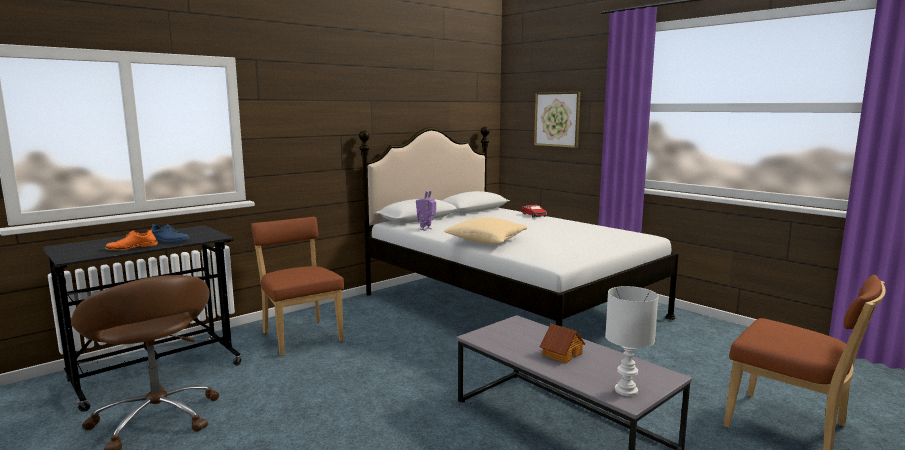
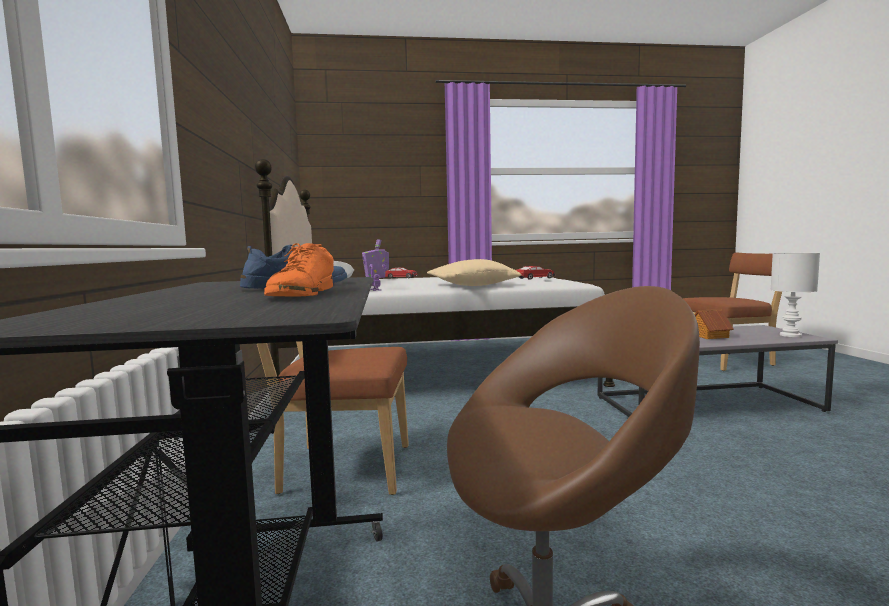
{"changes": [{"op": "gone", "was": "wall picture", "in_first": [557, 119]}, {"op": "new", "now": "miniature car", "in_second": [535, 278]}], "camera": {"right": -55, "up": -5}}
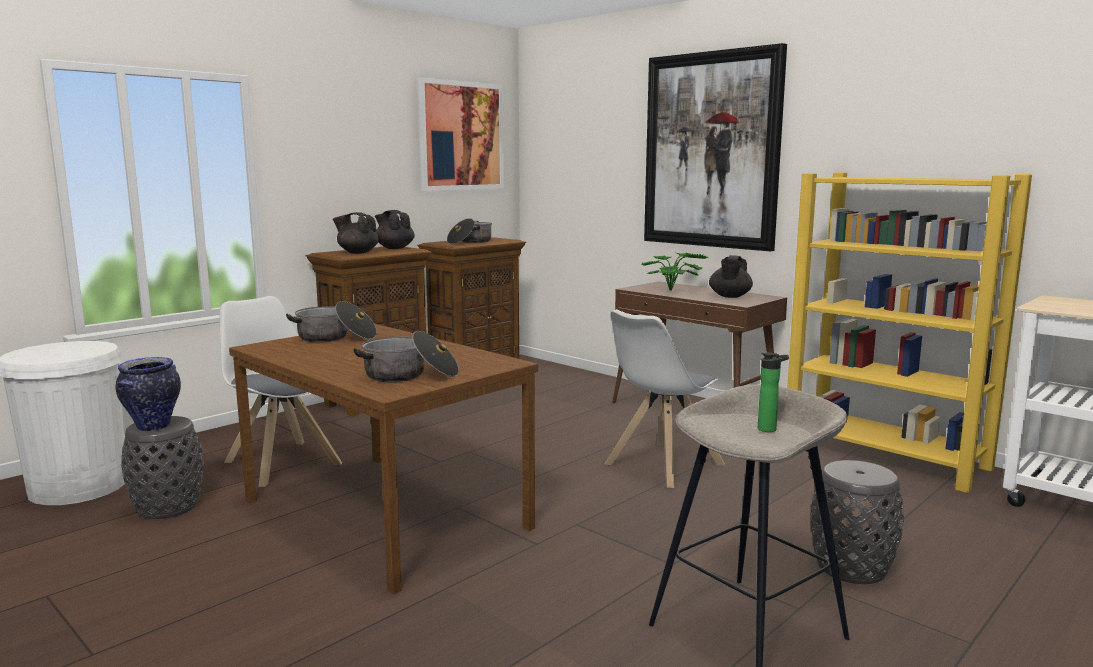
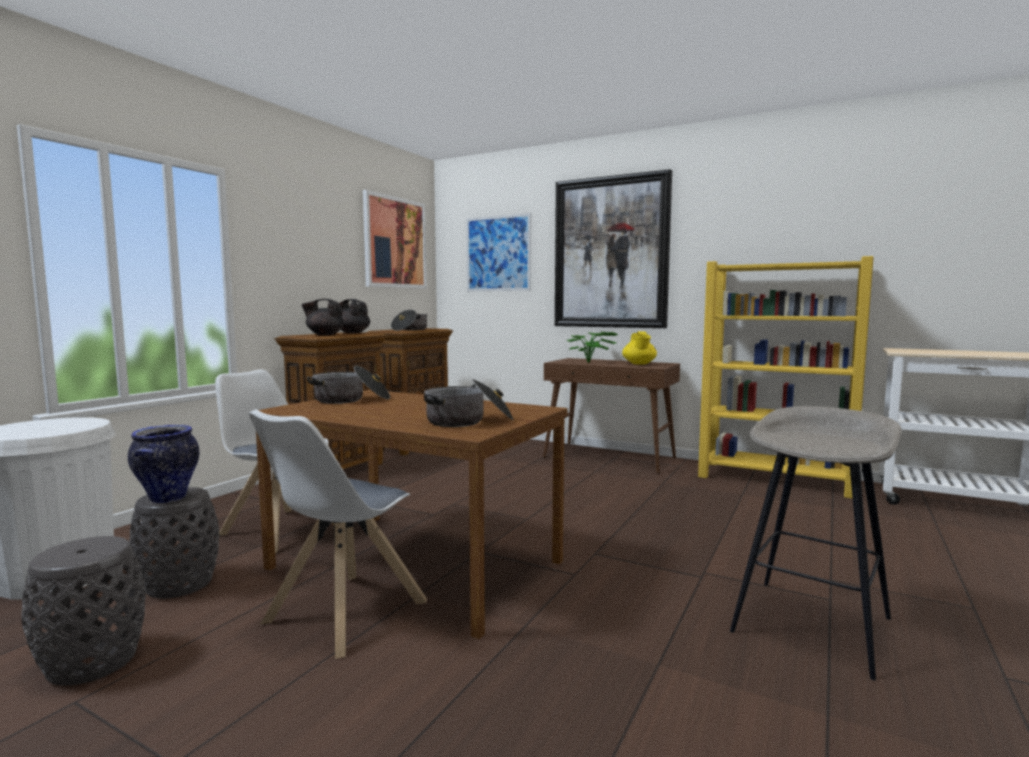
{"changes": [{"op": "gone", "was": "bottle", "in_first": [770, 429]}, {"op": "new", "now": "wall picture", "in_second": [498, 253]}, {"op": "shifted", "was": "plain chair", "in_first": [661, 465], "in_second": [342, 614]}, {"op": "shifted", "was": "gray sitting stool", "in_first": [851, 567], "in_second": [92, 662]}, {"op": "repainted", "was": "blackish teapot", "now": "yellow-coloured teapot", "in_first": [729, 296], "in_second": [639, 364]}], "camera": {"right": -15, "up": -5}}
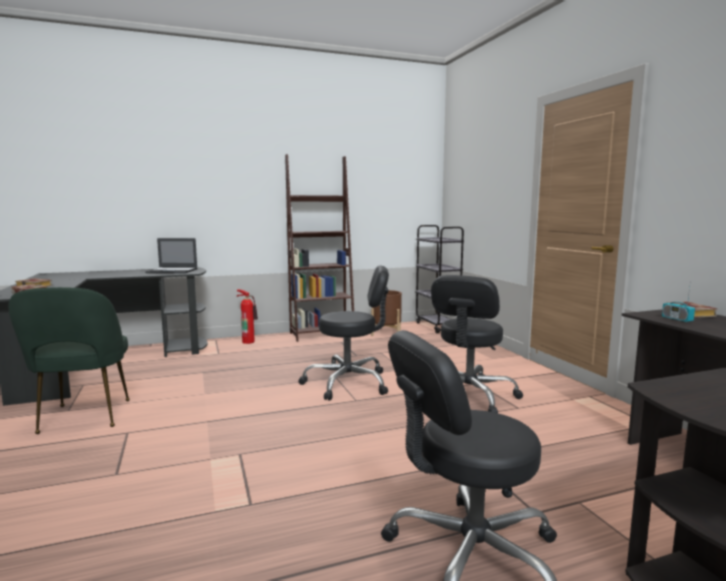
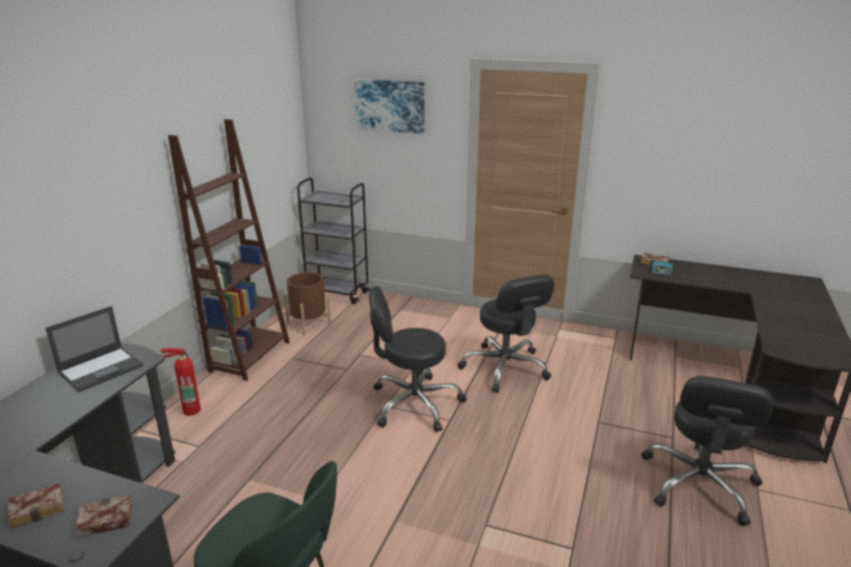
{"changes": [{"op": "new", "now": "wall picture", "in_second": [390, 105]}, {"op": "rotated", "was": "blackish desk chair", "in_first": [351, 383], "in_second": [410, 404], "clockwise": -135}], "camera": {"right": -50, "up": 15}}
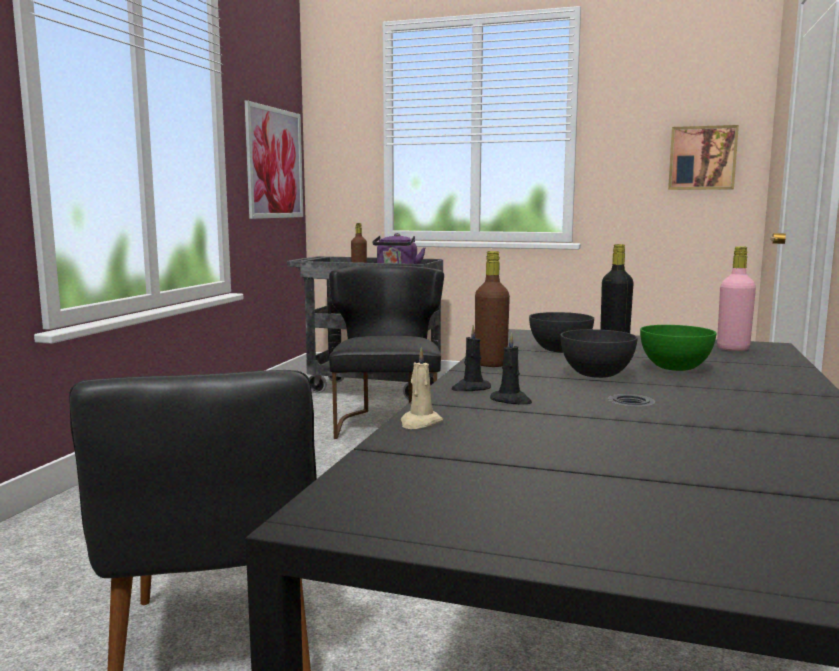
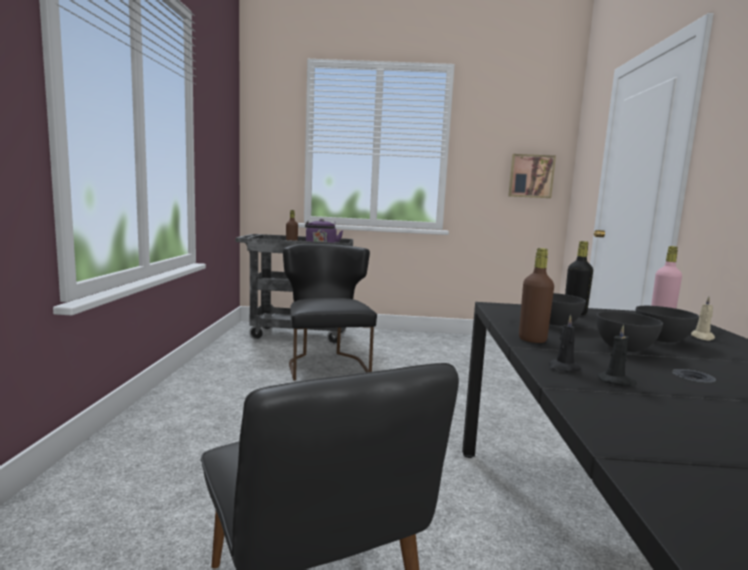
{"changes": [{"op": "gone", "was": "wall picture", "in_first": [274, 163]}, {"op": "shifted", "was": "beige-coloured candle", "in_first": [420, 423], "in_second": [702, 337]}, {"op": "repainted", "was": "greenish bowl", "now": "gray bowl", "in_first": [675, 368], "in_second": [661, 339]}], "camera": {"right": -15, "up": 0}}
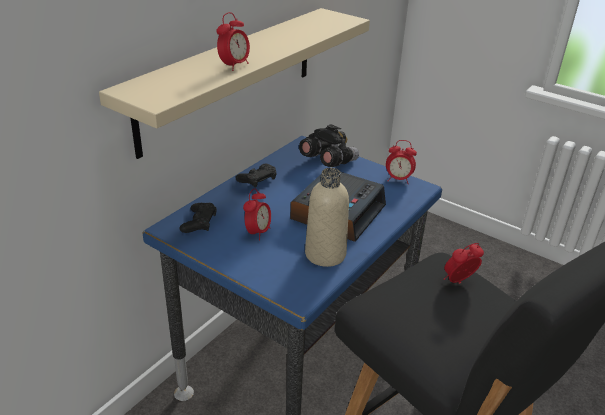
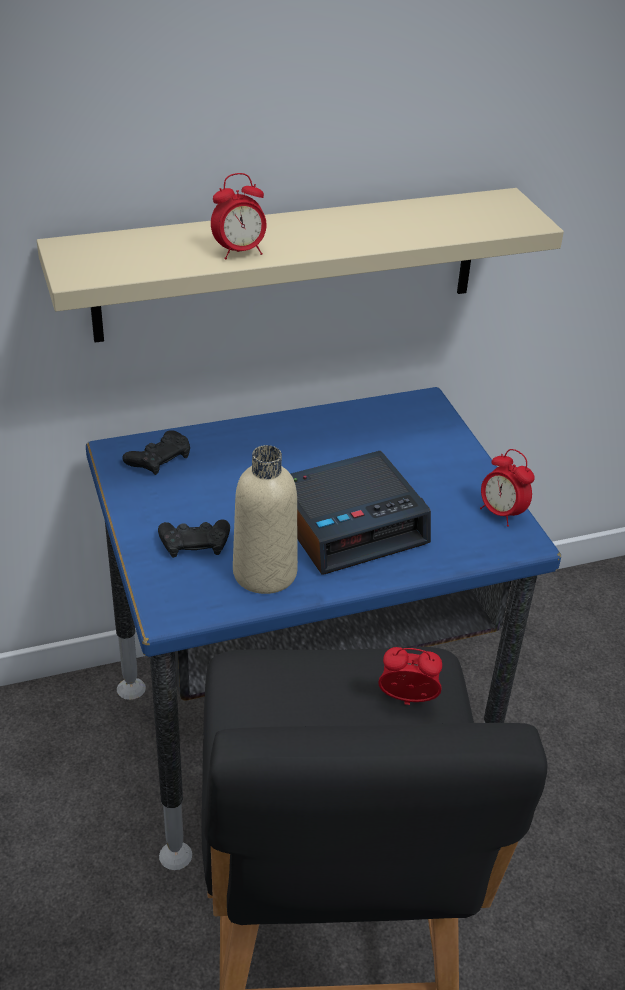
{"changes": [{"op": "gone", "was": "bedside clock", "in_first": [258, 232]}, {"op": "gone", "was": "blackish pair of binoculars", "in_first": [328, 161]}, {"op": "shifted", "was": "blackish joypad", "in_first": [257, 179], "in_second": [195, 543]}], "camera": {"right": 35, "up": 5}}
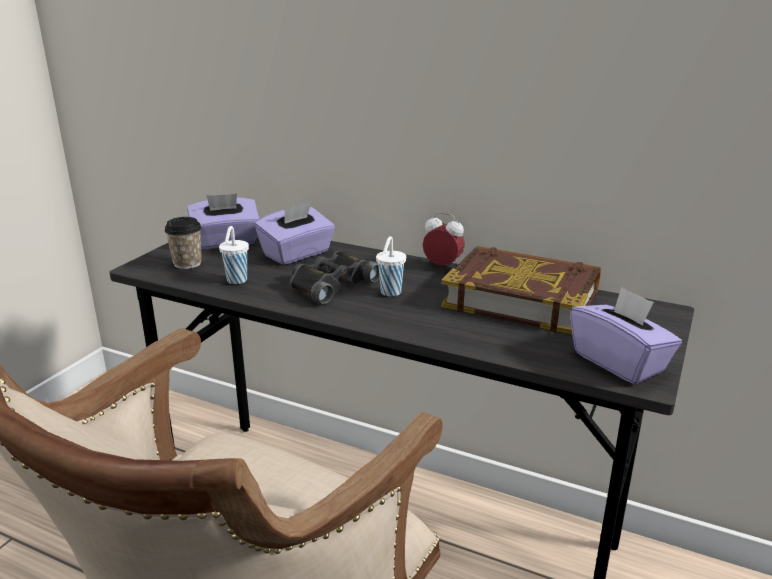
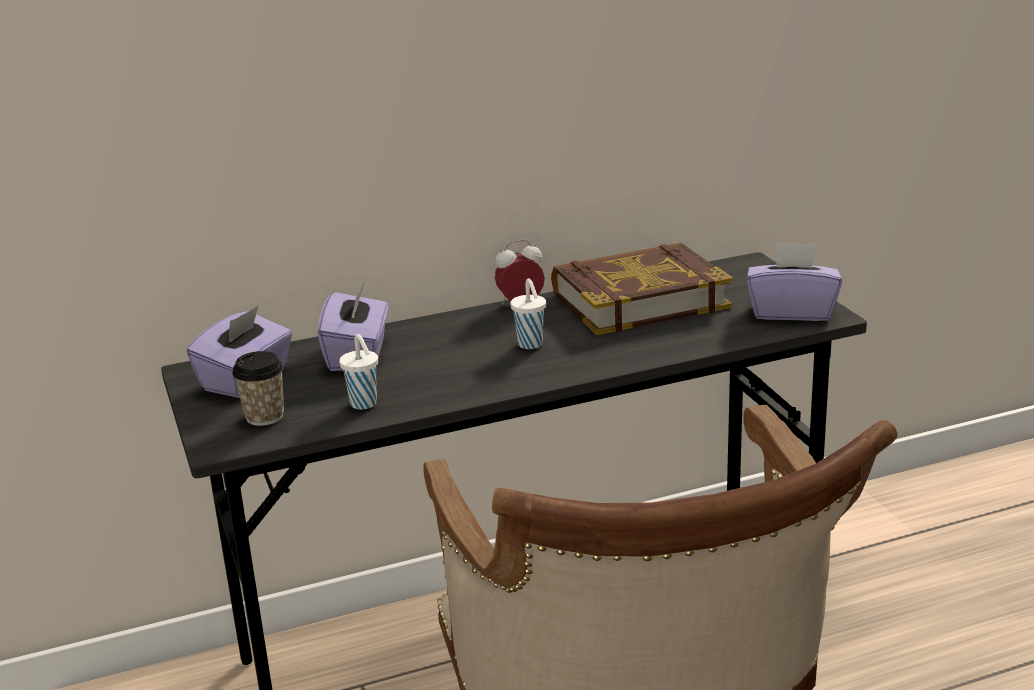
{"changes": [{"op": "gone", "was": "blackish pair of binoculars", "in_first": [331, 284]}], "camera": {"right": -45, "up": 0}}
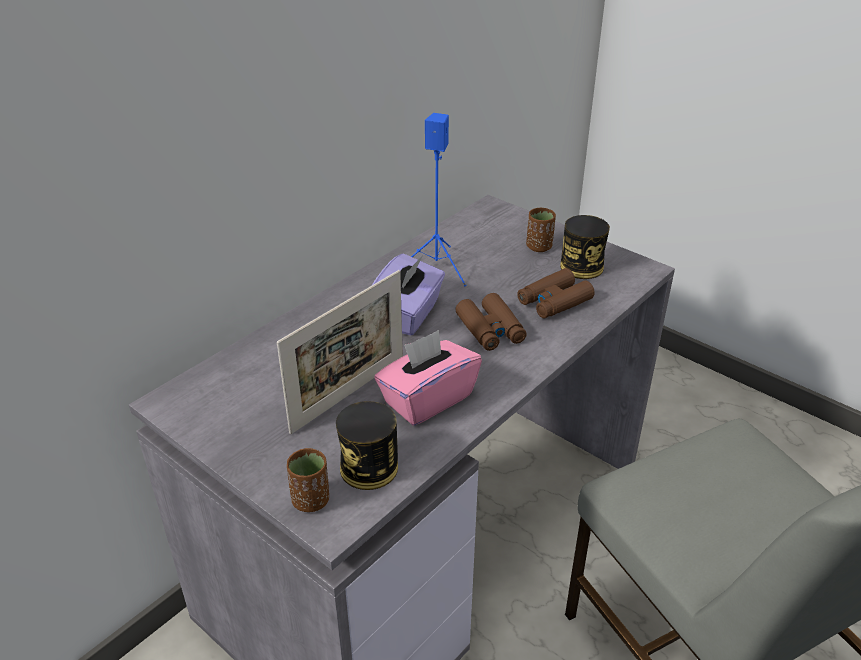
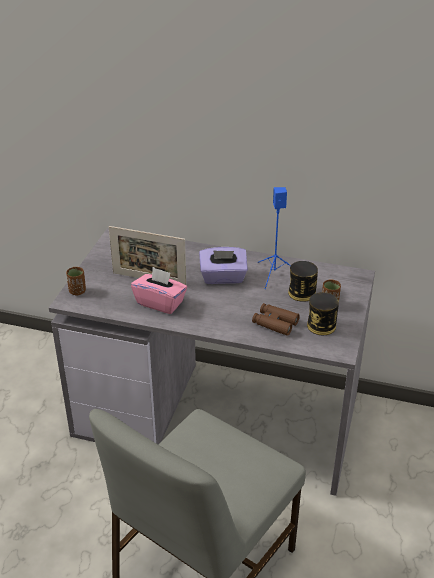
{"changes": [{"op": "gone", "was": "brown-coloured pair of binoculars", "in_first": [490, 330]}, {"op": "shifted", "was": "metal can", "in_first": [369, 468], "in_second": [302, 293]}], "camera": {"right": 65, "up": 0}}
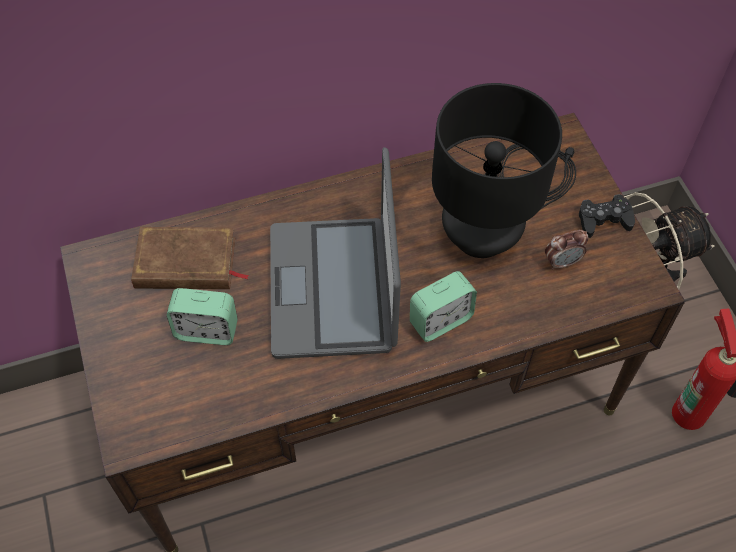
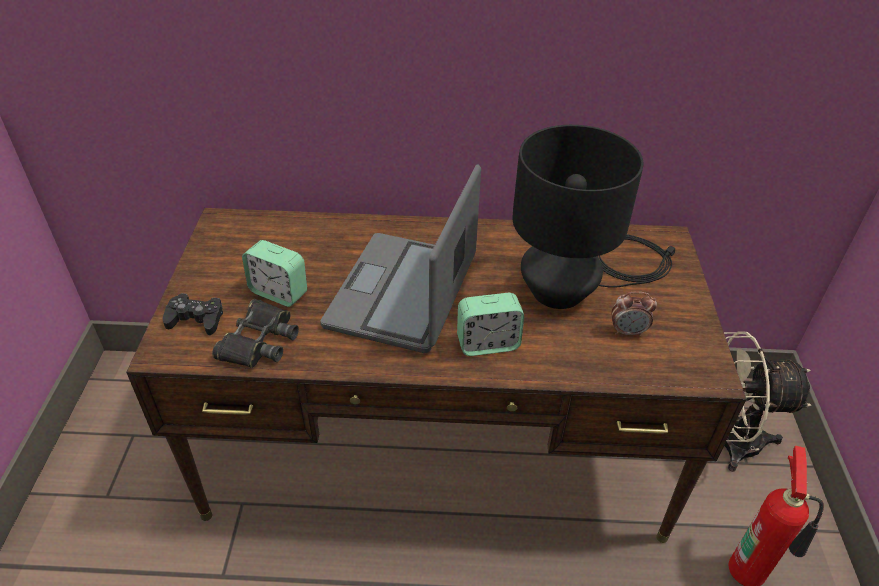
{"changes": [{"op": "gone", "was": "brown-coloured volume", "in_first": [186, 264]}, {"op": "new", "now": "blackish pair of binoculars", "in_second": [259, 341]}, {"op": "shifted", "was": "blackish joypad", "in_first": [603, 220], "in_second": [196, 319]}], "camera": {"right": 20, "up": -15}}
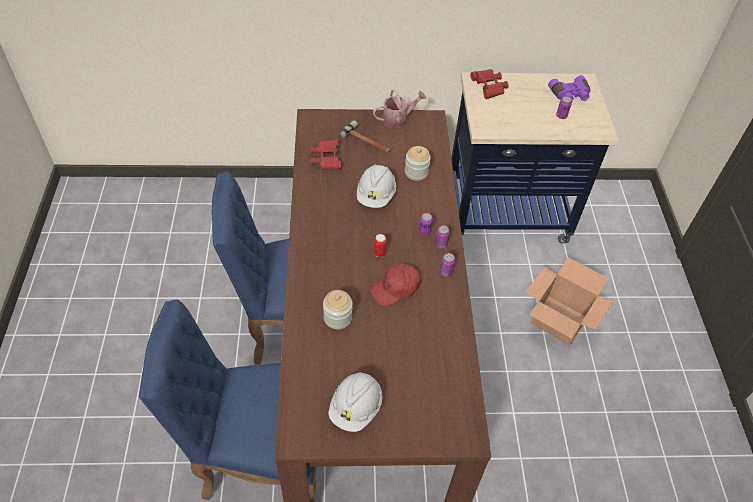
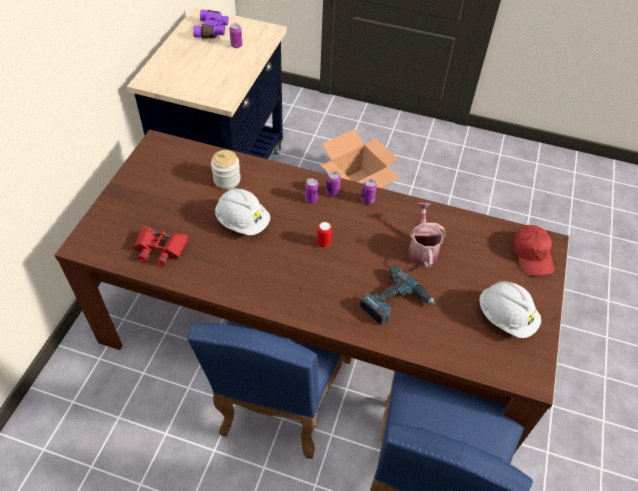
{"changes": [{"op": "gone", "was": "hammer", "in_first": [367, 141]}, {"op": "gone", "was": "reddish pair of binoculars", "in_first": [488, 86]}, {"op": "shifted", "was": "reddish peaked cap", "in_first": [395, 289], "in_second": [532, 254]}, {"op": "shifted", "was": "sprinkling can", "in_first": [398, 119], "in_second": [422, 249]}, {"op": "swapped", "was": "storage jar", "now": "power drill", "in_first": [337, 318], "in_second": [395, 303]}], "camera": {"right": -70, "up": 0}}
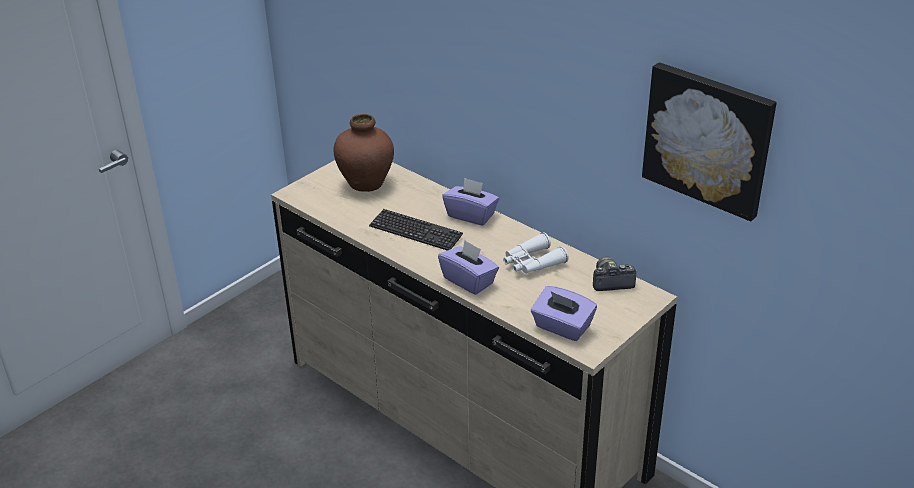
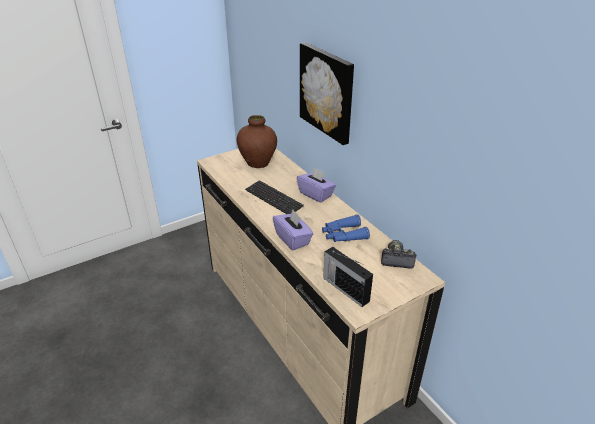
{"changes": [{"op": "shifted", "was": "wall picture", "in_first": [708, 139], "in_second": [327, 92]}, {"op": "swapped", "was": "purplish tissue holder", "now": "radio set", "in_first": [562, 327], "in_second": [345, 288]}, {"op": "repainted", "was": "white pair of binoculars", "now": "blue pair of binoculars", "in_first": [532, 263], "in_second": [343, 235]}], "camera": {"right": 15, "up": 0}}
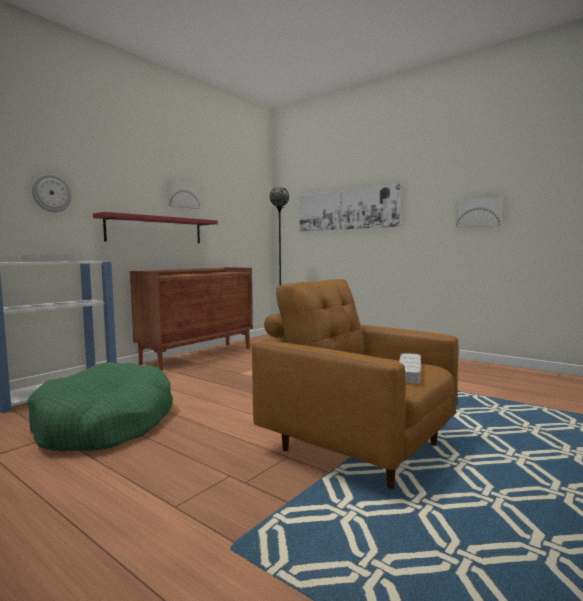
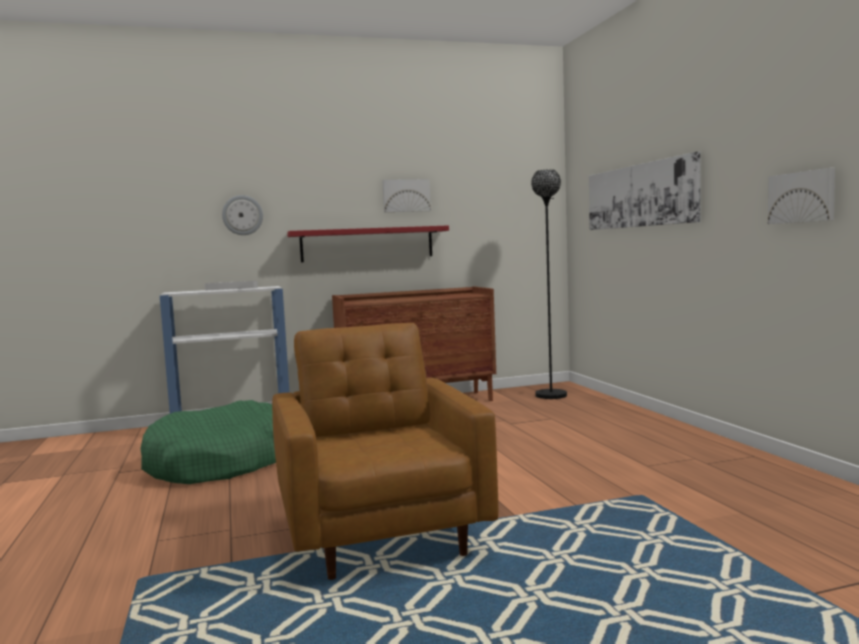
{"changes": [{"op": "gone", "was": "gray carrying tray", "in_first": [409, 371]}], "camera": {"right": 35, "up": 0}}
